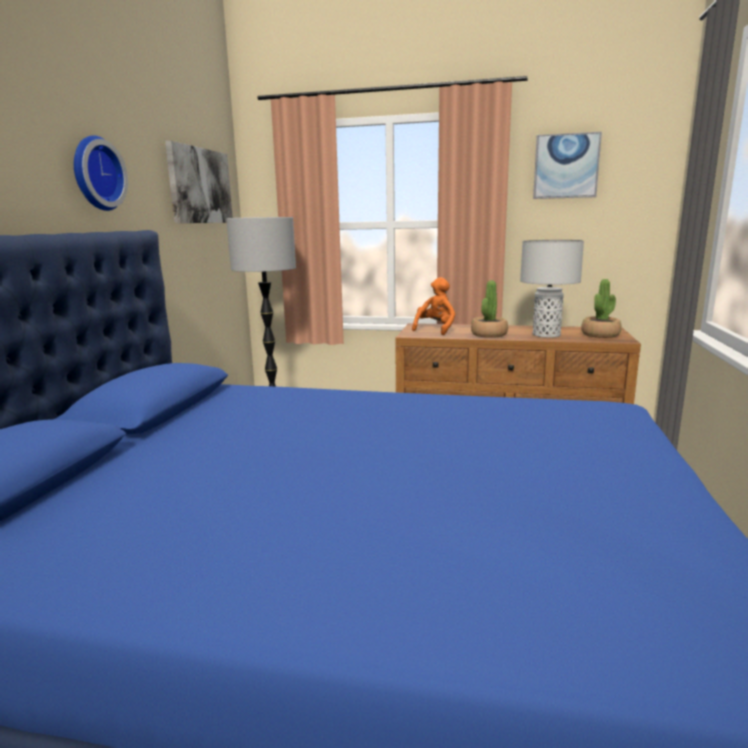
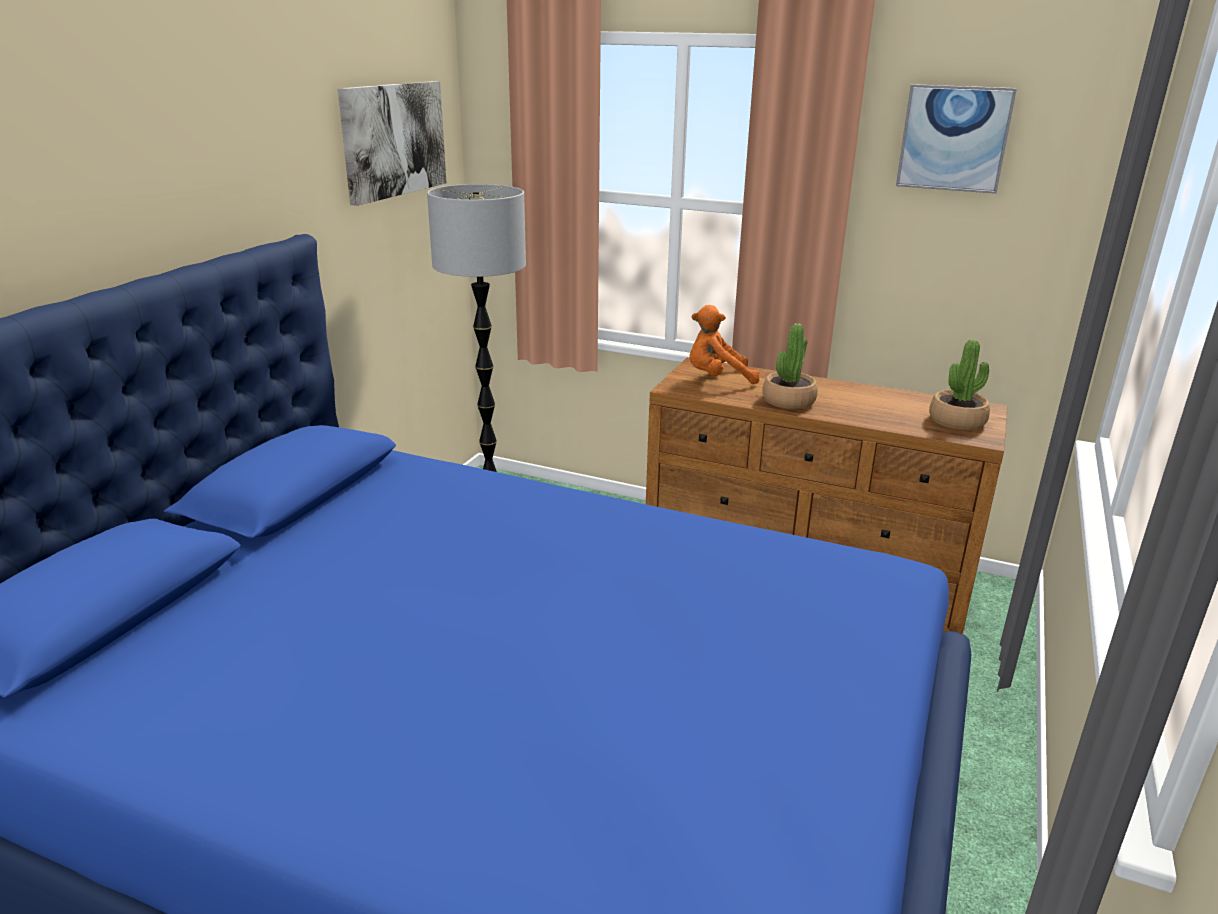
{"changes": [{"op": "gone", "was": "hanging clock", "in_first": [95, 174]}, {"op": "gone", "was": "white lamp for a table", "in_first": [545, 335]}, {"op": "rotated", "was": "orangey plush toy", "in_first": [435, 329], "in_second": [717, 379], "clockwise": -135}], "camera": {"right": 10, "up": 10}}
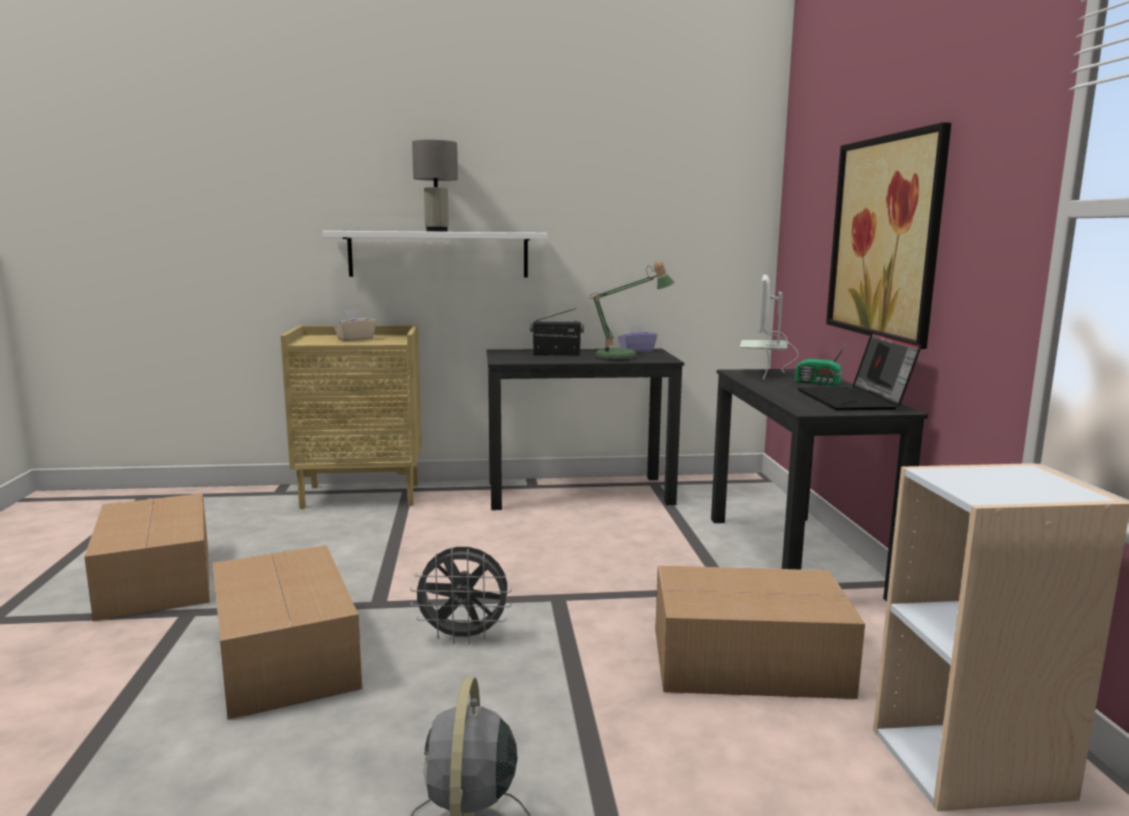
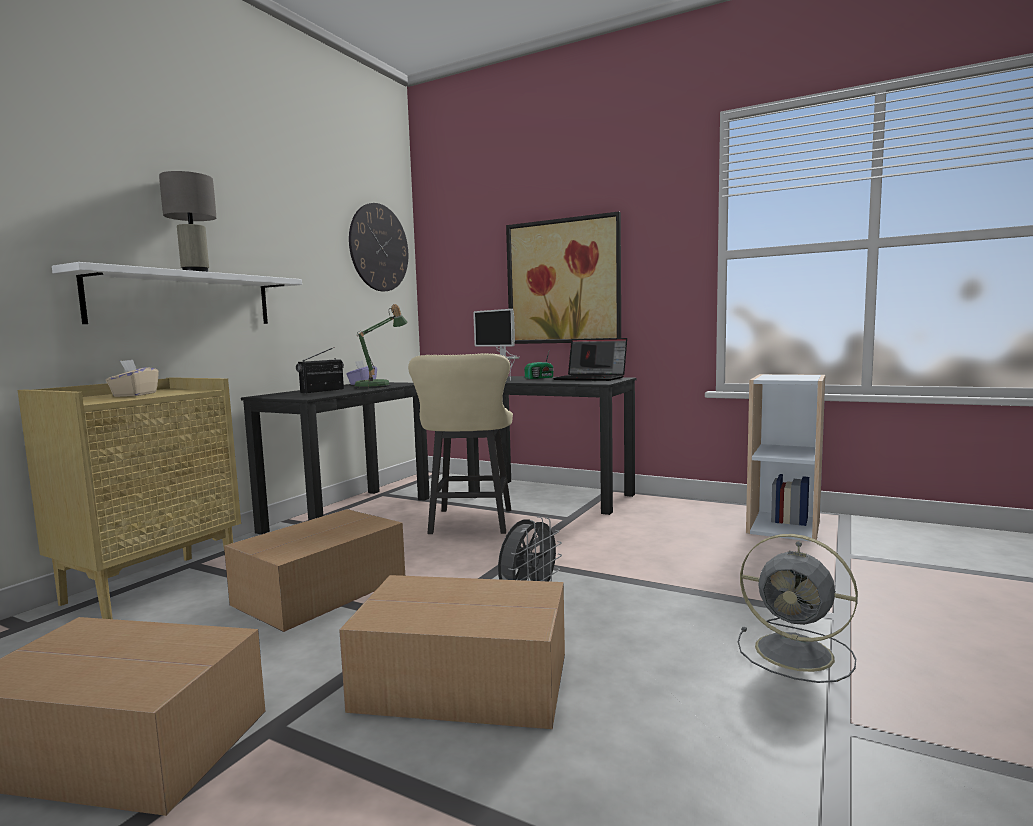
{"changes": [{"op": "new", "now": "hanging clock", "in_second": [379, 248]}, {"op": "new", "now": "beige-coloured sitting stool", "in_second": [470, 525]}, {"op": "shifted", "was": "cardboard box", "in_first": [752, 663], "in_second": [324, 590]}], "camera": {"right": -55, "up": -5}}
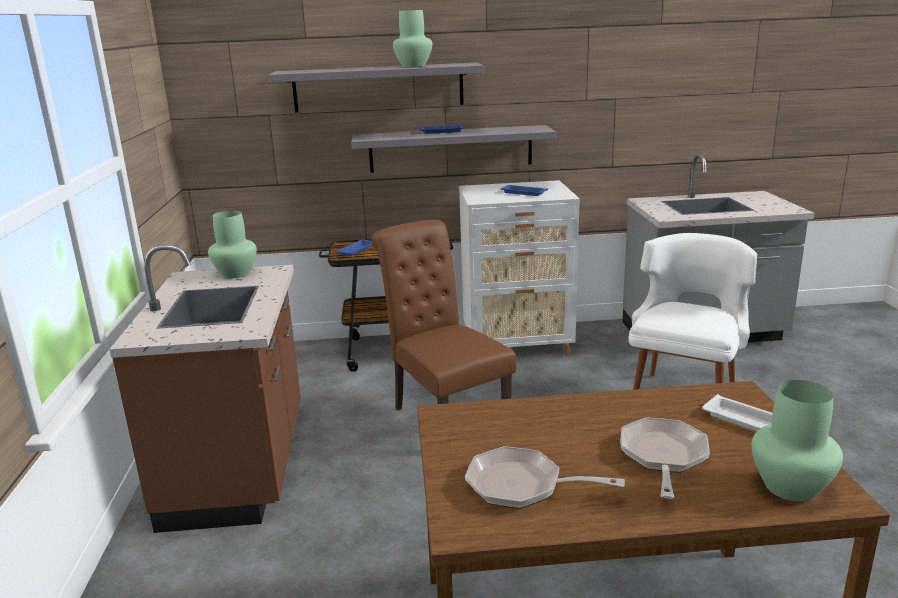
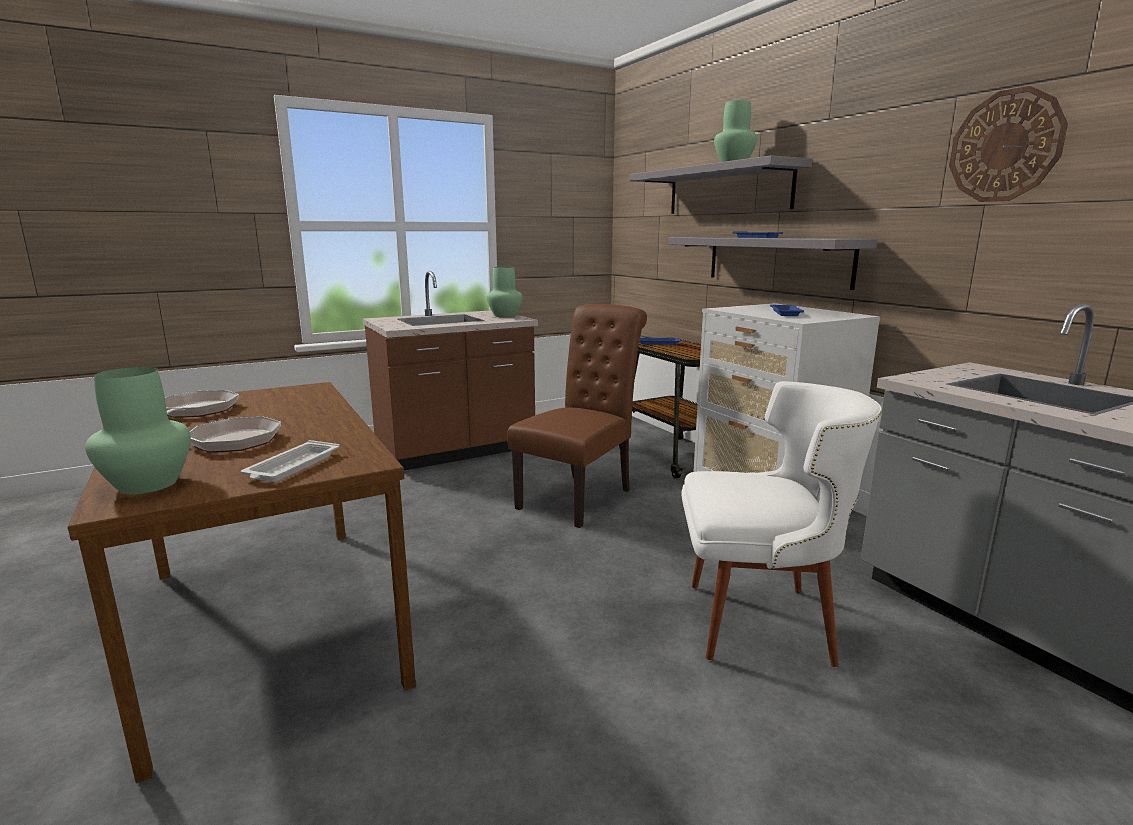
{"changes": [{"op": "new", "now": "hanging clock", "in_second": [1005, 146]}], "camera": {"right": 65, "up": -5}}
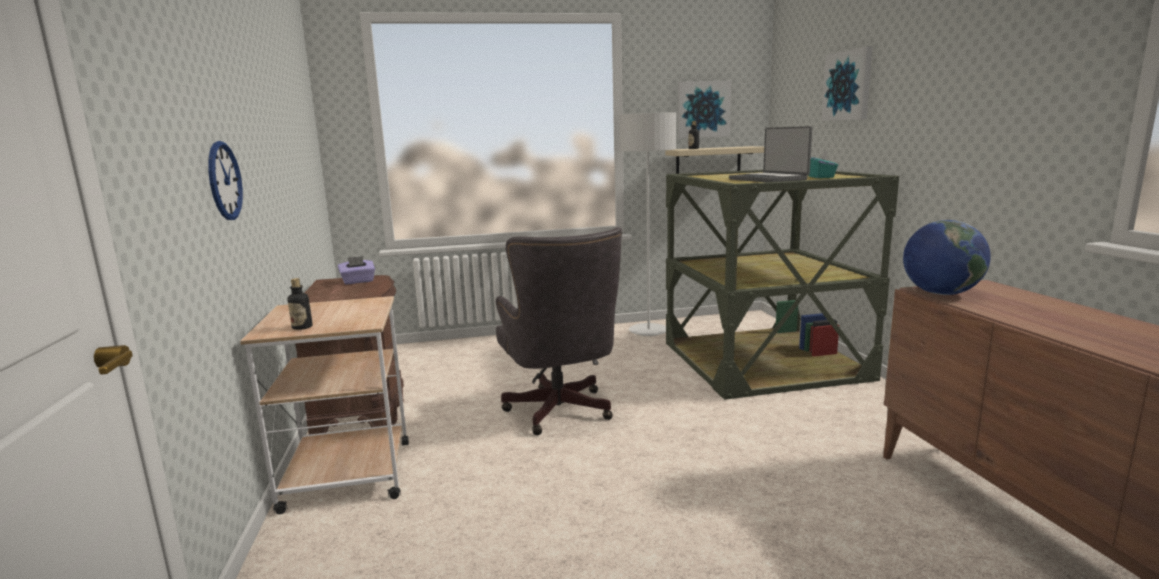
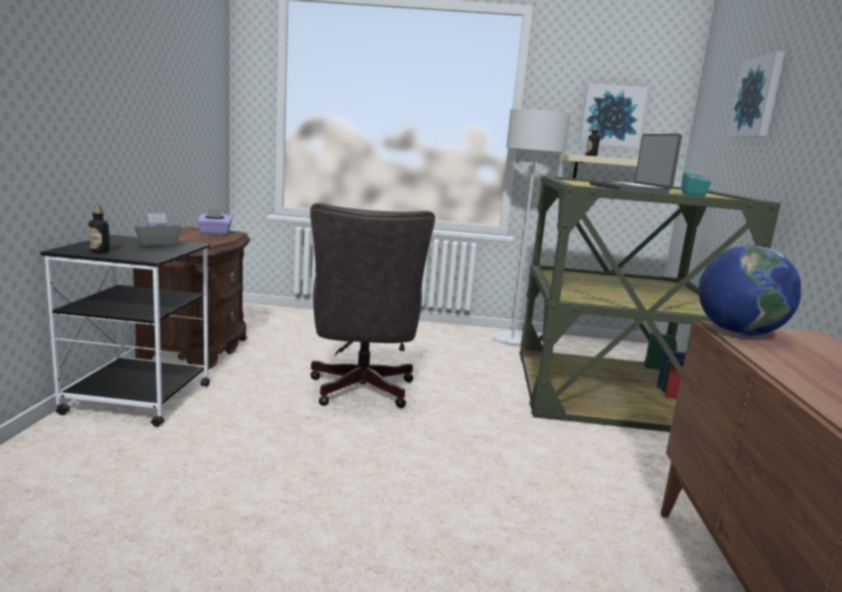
{"changes": [{"op": "gone", "was": "hanging clock", "in_first": [224, 181]}, {"op": "new", "now": "gray tissue holder", "in_second": [158, 244]}, {"op": "repainted", "was": "beige-coloured trolley", "now": "blackish trolley", "in_first": [348, 474], "in_second": [139, 397]}], "camera": {"right": 15, "up": 0}}
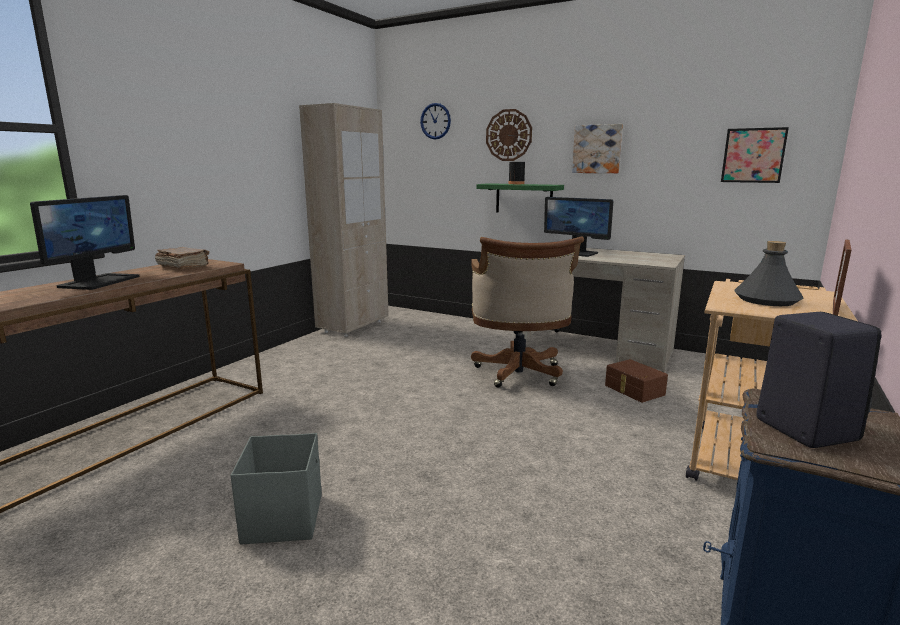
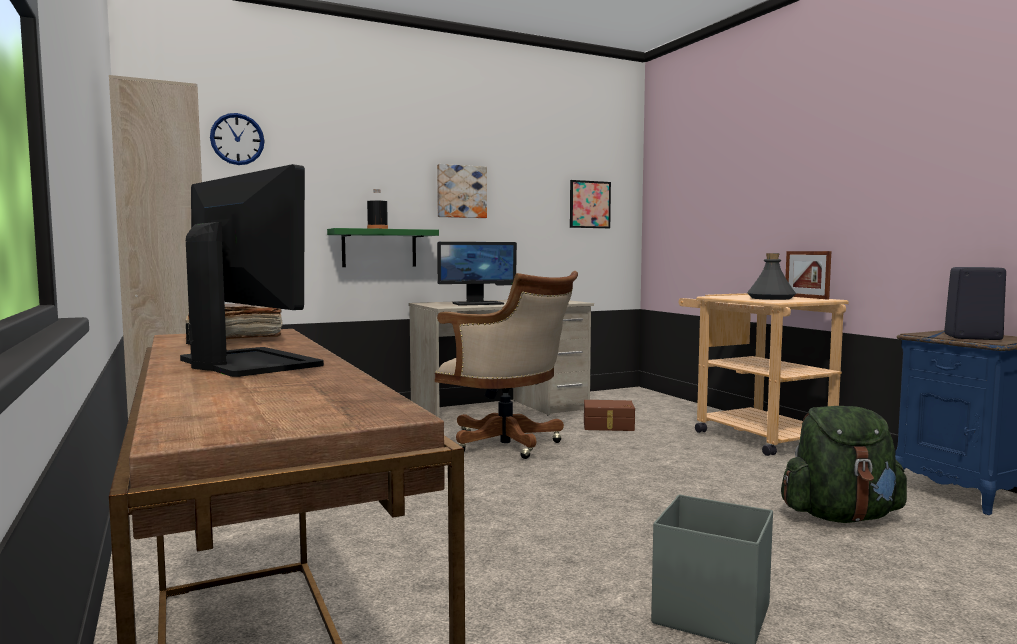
{"changes": [{"op": "gone", "was": "hanging clock", "in_first": [509, 135]}, {"op": "new", "now": "greenish knapsack", "in_second": [840, 516]}], "camera": {"right": -55, "up": -10}}
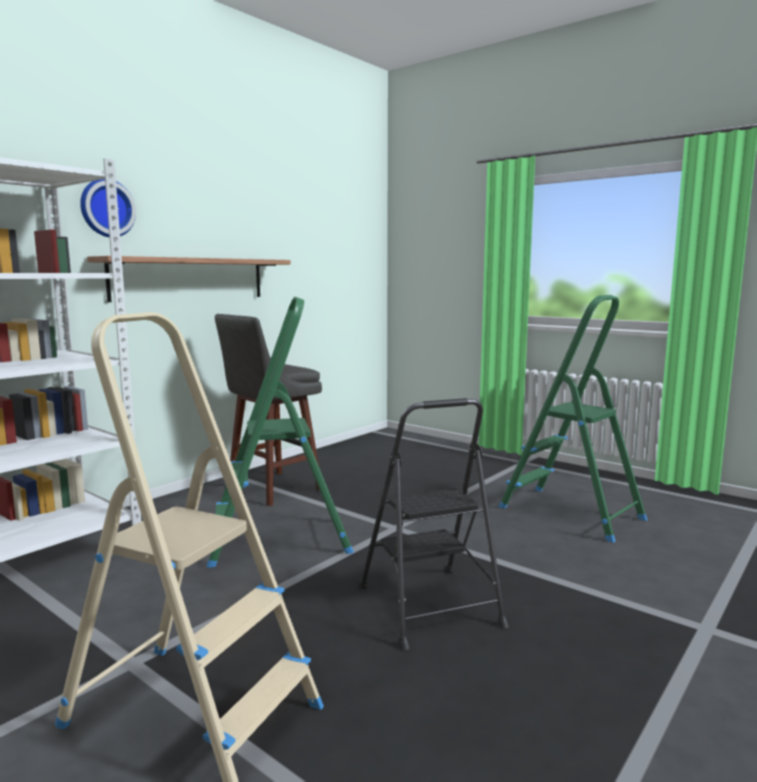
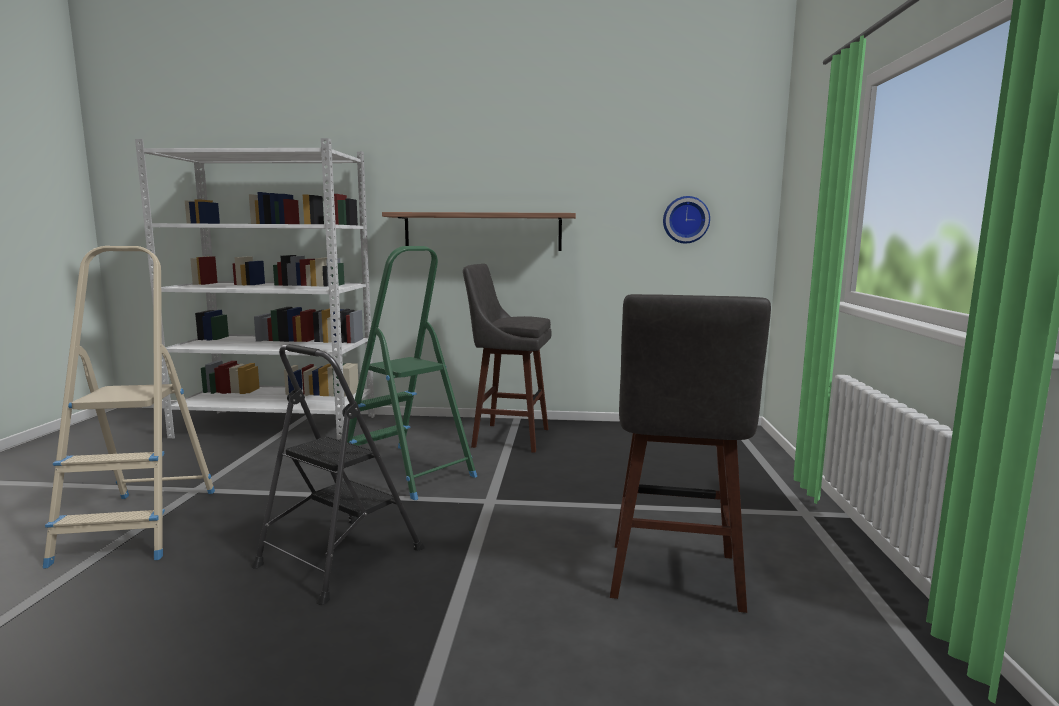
{"changes": [{"op": "shifted", "was": "hanging clock", "in_first": [106, 208], "in_second": [685, 220]}, {"op": "swapped", "was": "greenish step stool", "now": "gray sitting stool", "in_first": [569, 512], "in_second": [673, 579]}], "camera": {"right": 55, "up": 0}}
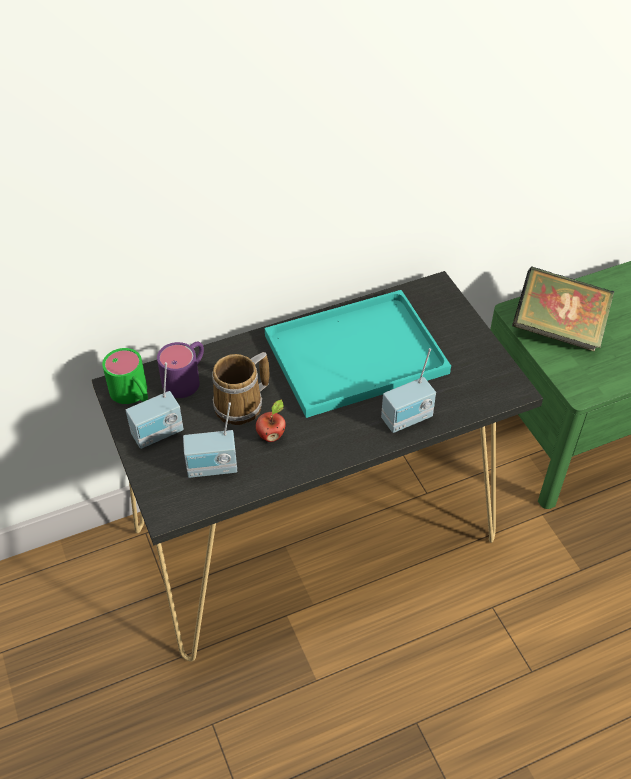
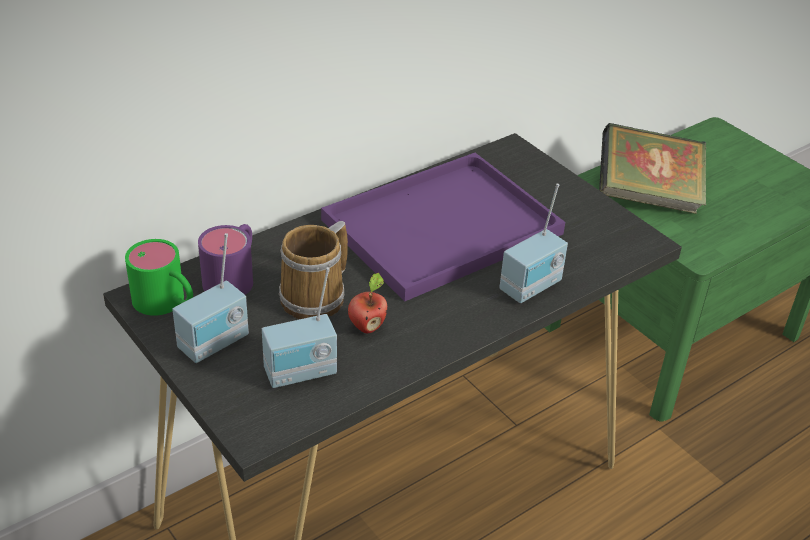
{"changes": [{"op": "repainted", "was": "turquoise carrying tray", "now": "purplish carrying tray", "in_first": [353, 356], "in_second": [440, 229]}], "camera": {"right": -15, "up": -10}}
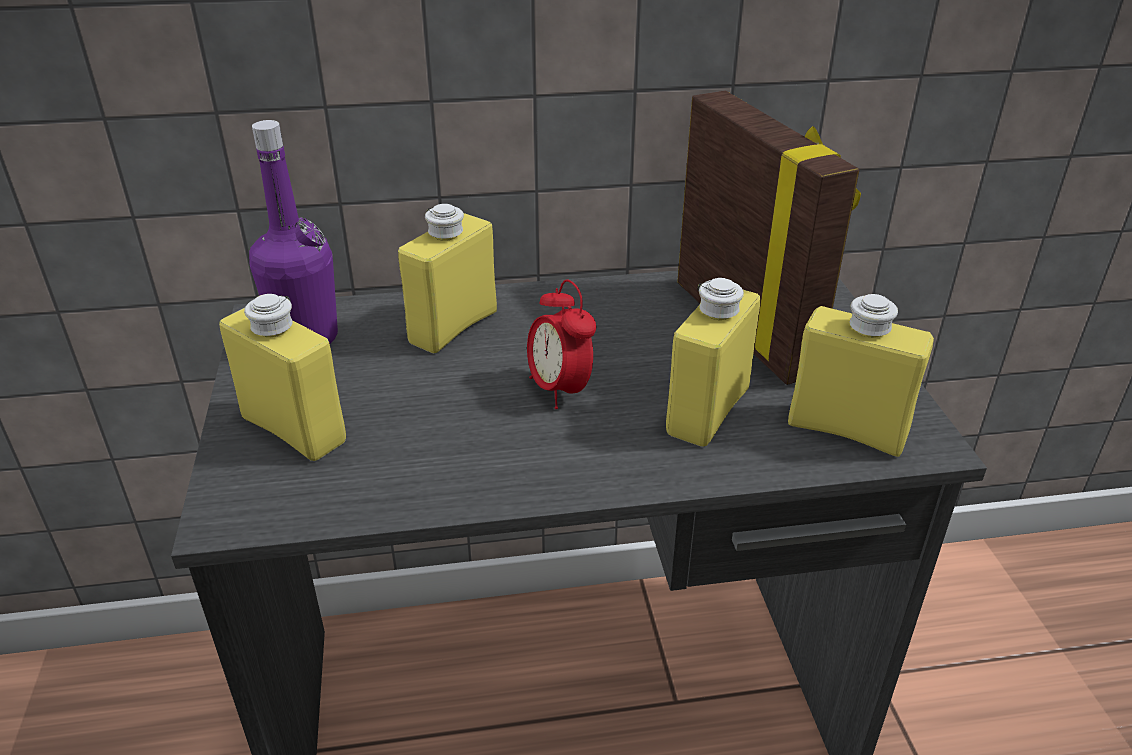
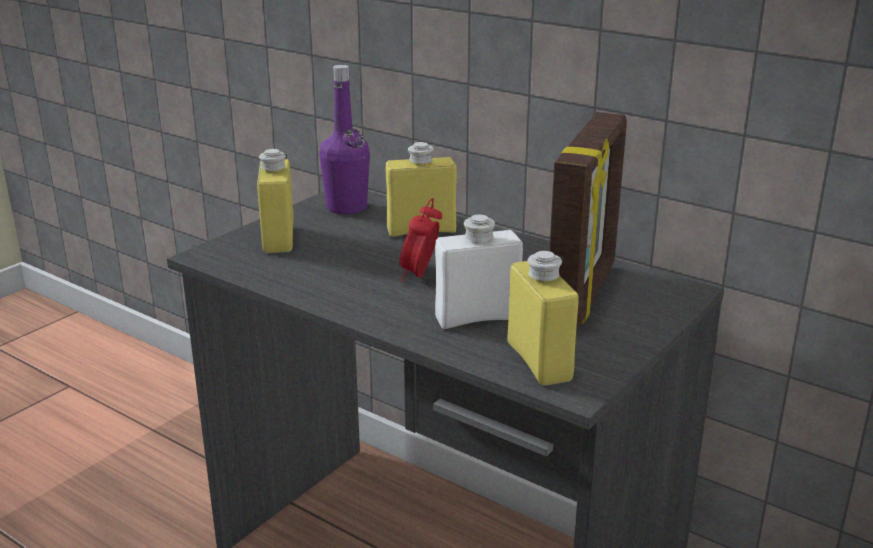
{"changes": [{"op": "repainted", "was": "yellow-coloured bottle", "now": "white bottle", "in_first": [707, 411], "in_second": [477, 318]}], "camera": {"right": 45, "up": -10}}
